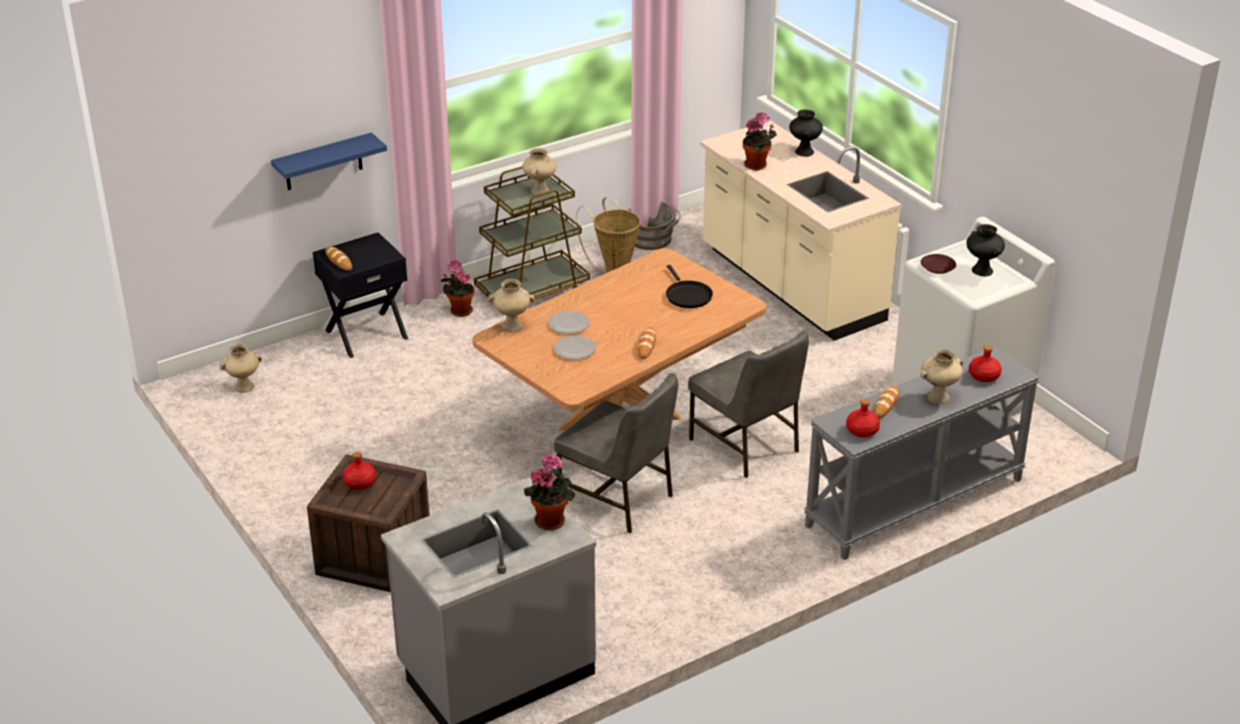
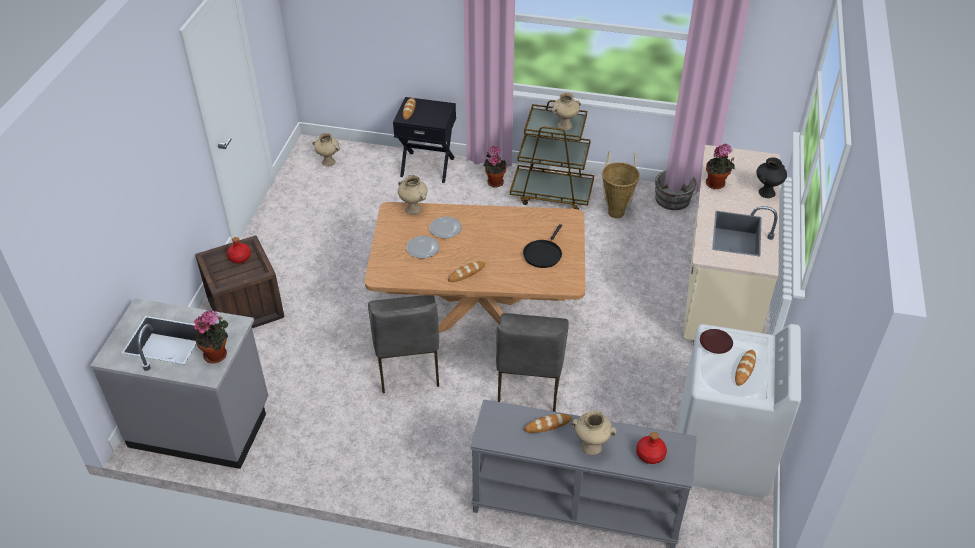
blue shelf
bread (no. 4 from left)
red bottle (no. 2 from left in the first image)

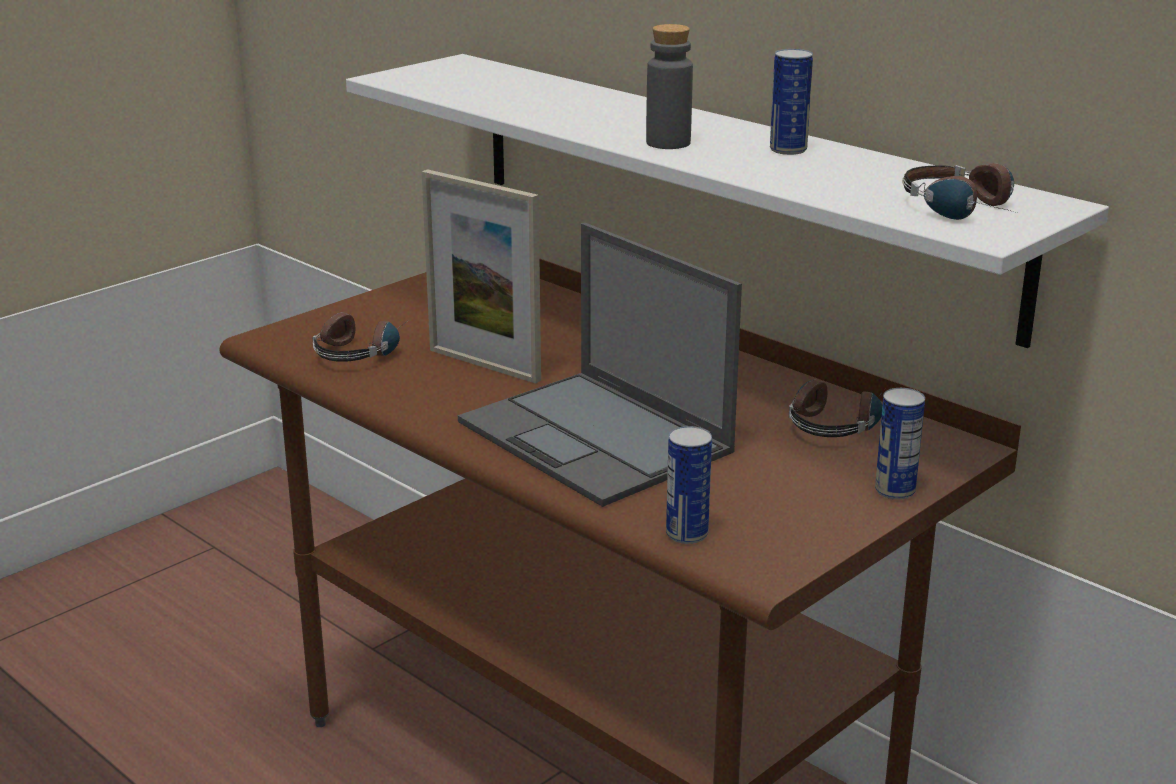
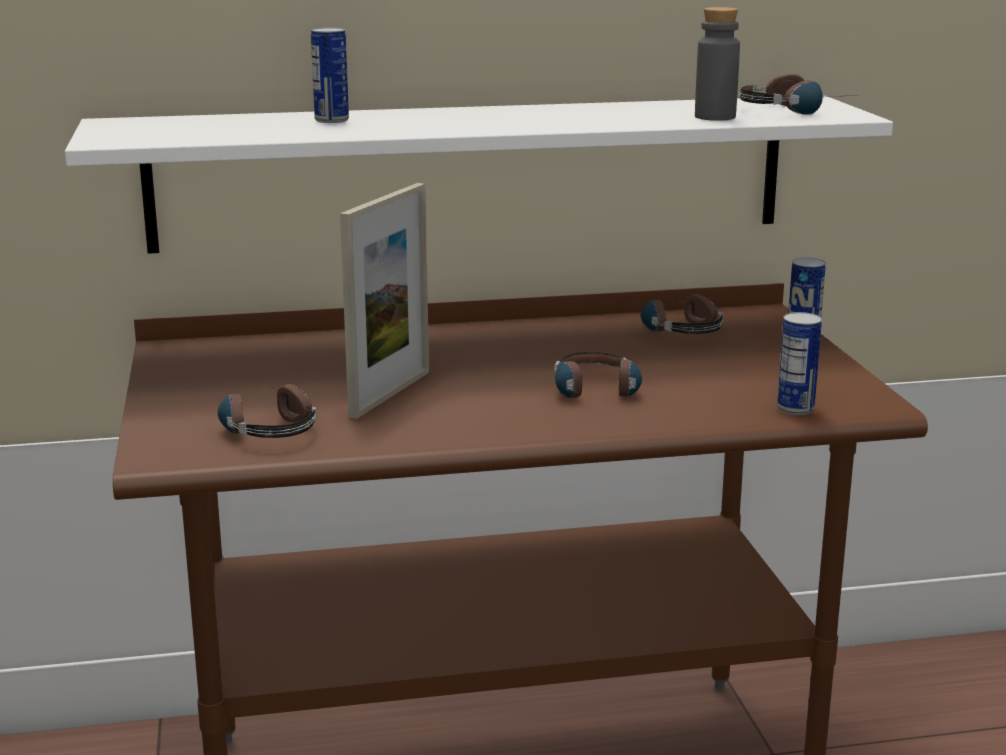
grey bottle
can (no. 1 from left)
picture frame
headphones (no. 2 from left)

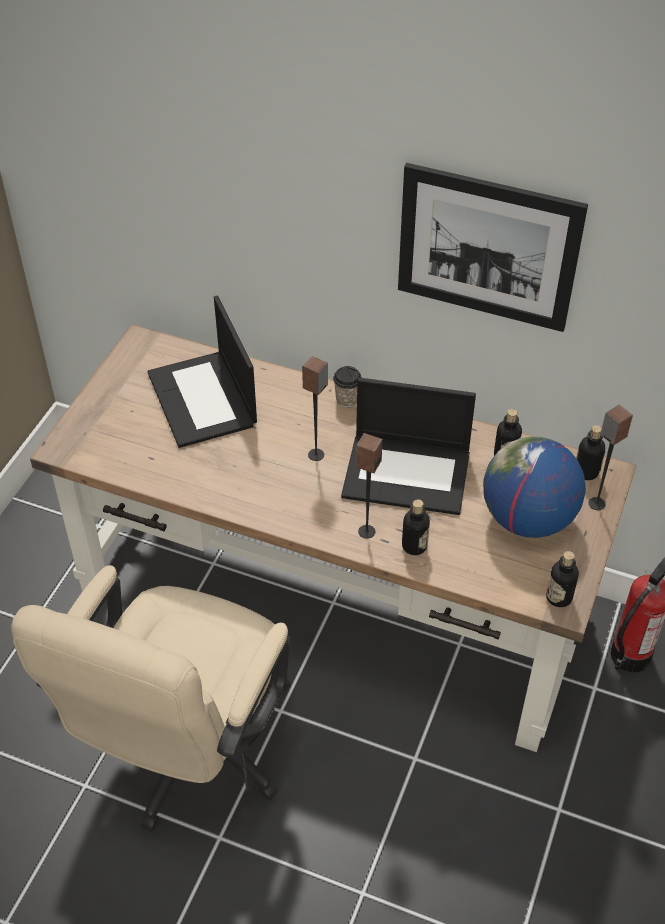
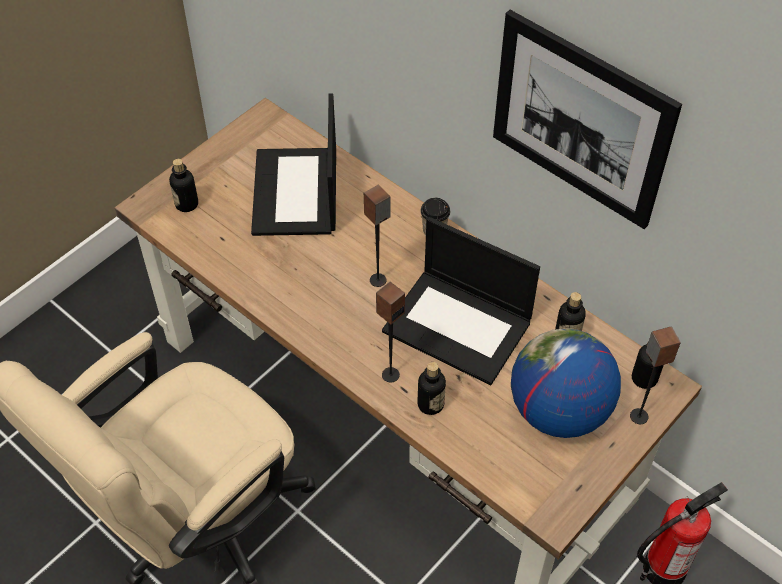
bottle (no. 1 from left)

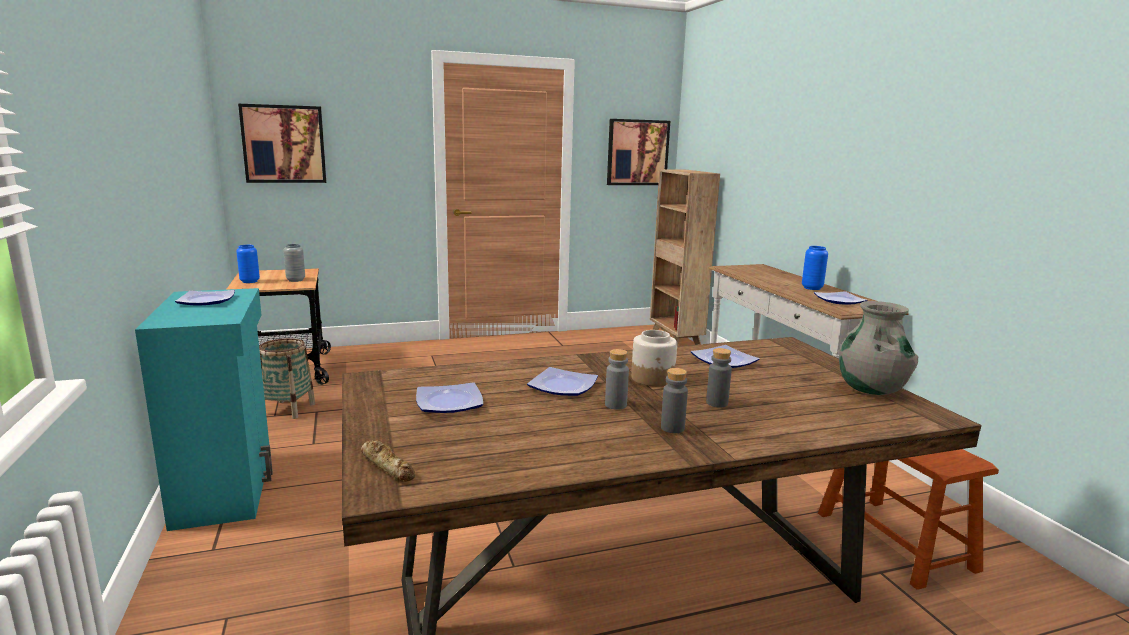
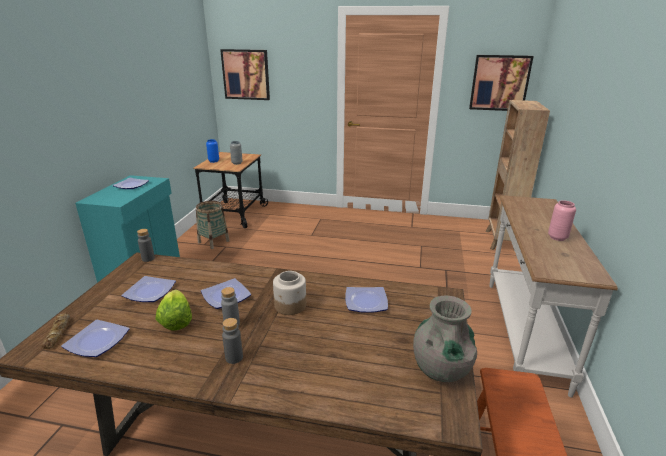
pink vase
plate (no. 1 from left)
grey bottle (no. 1 from left)
lettuce

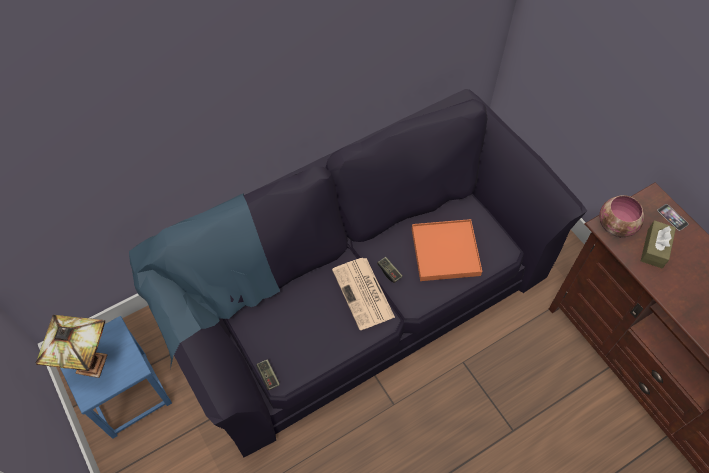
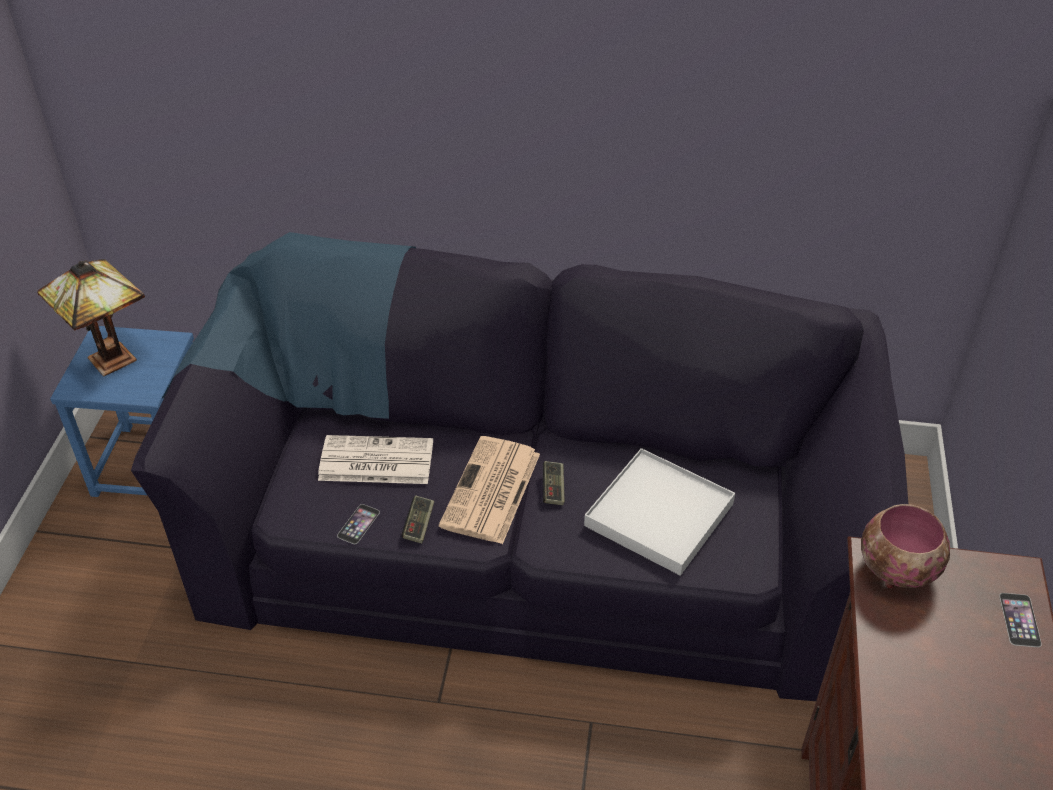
white tray
brown tissue box
game controller (no. 1 from left)
newspaper (no. 1 from left)
phone (no. 1 from left)

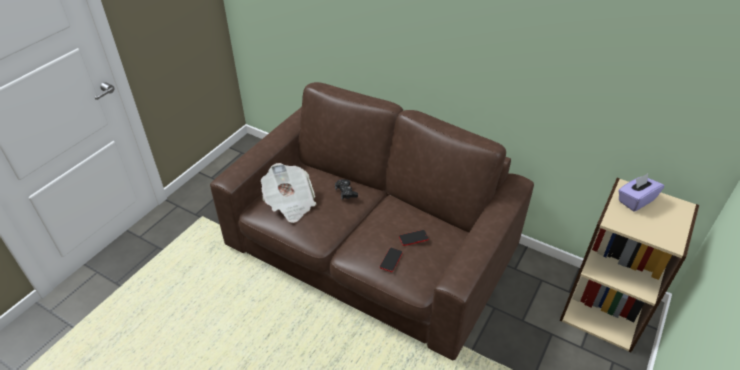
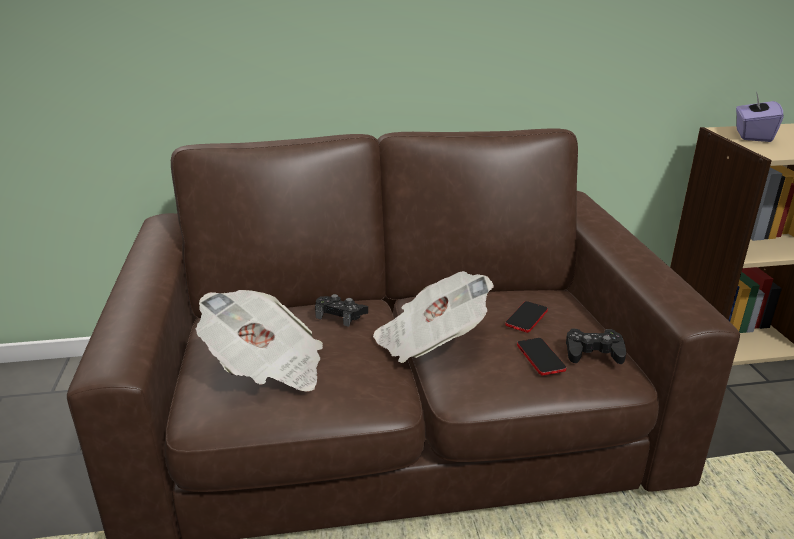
newspaper (no. 2 from left)
black game controller (no. 2 from left)

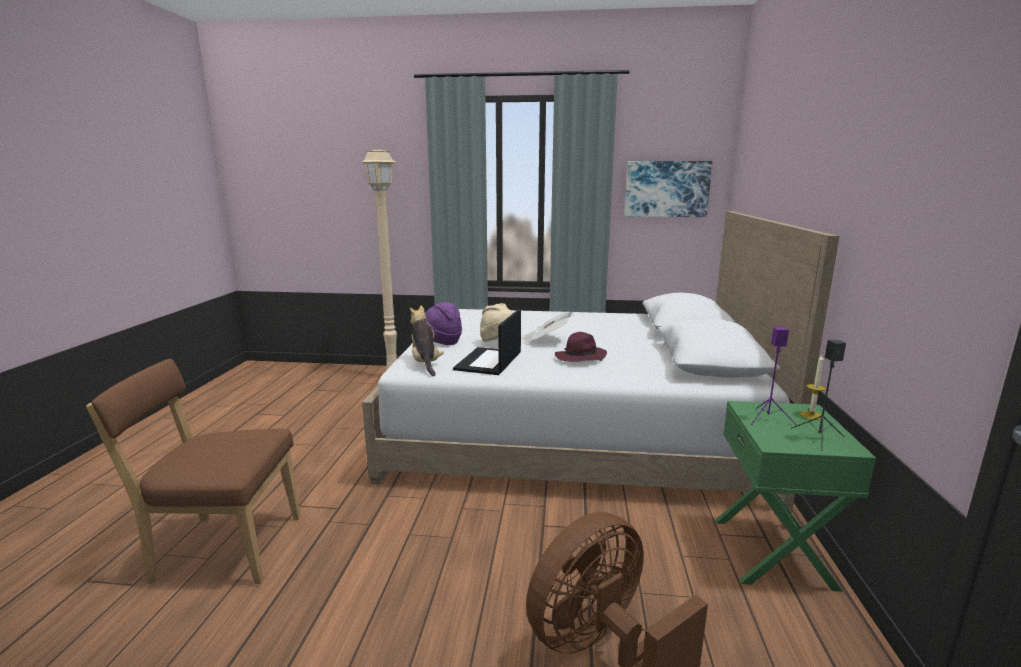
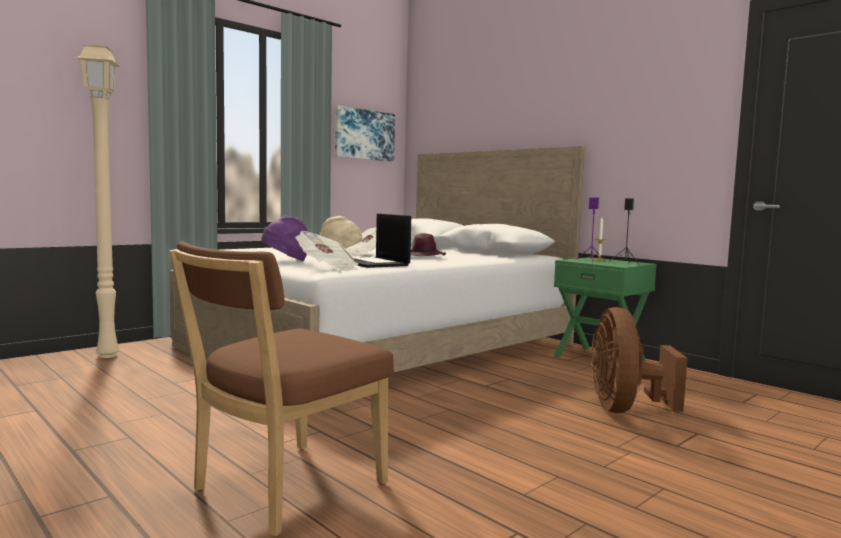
newspaper (no. 1 from left)

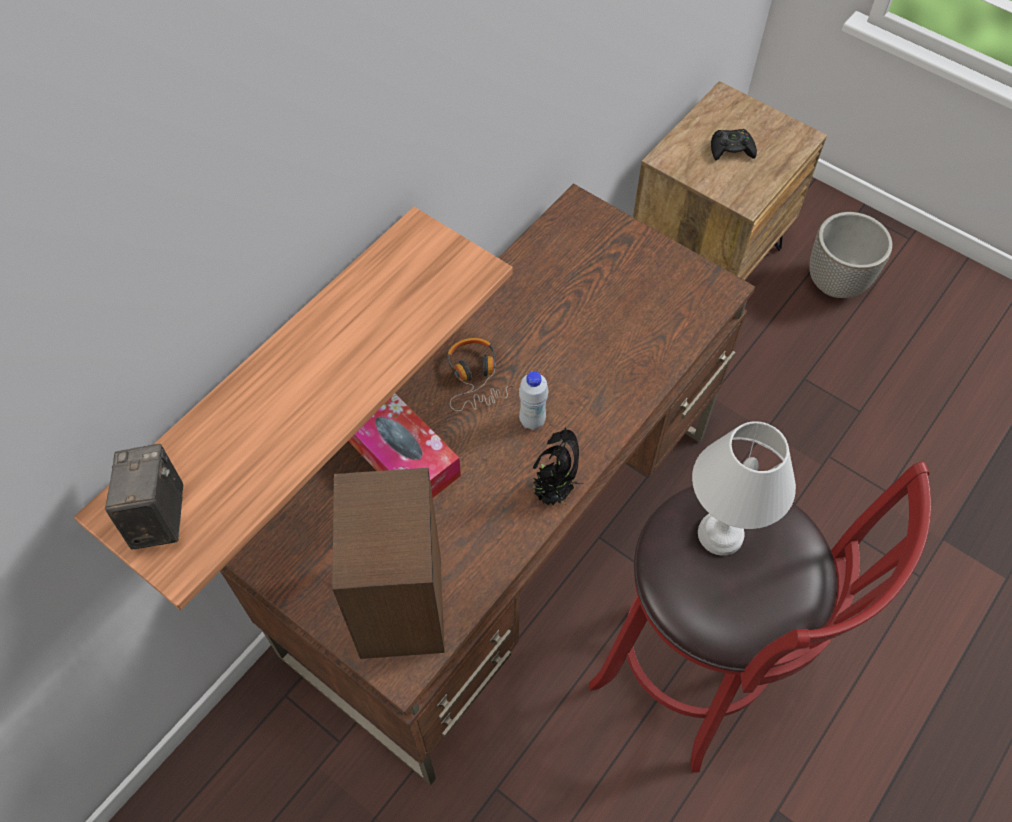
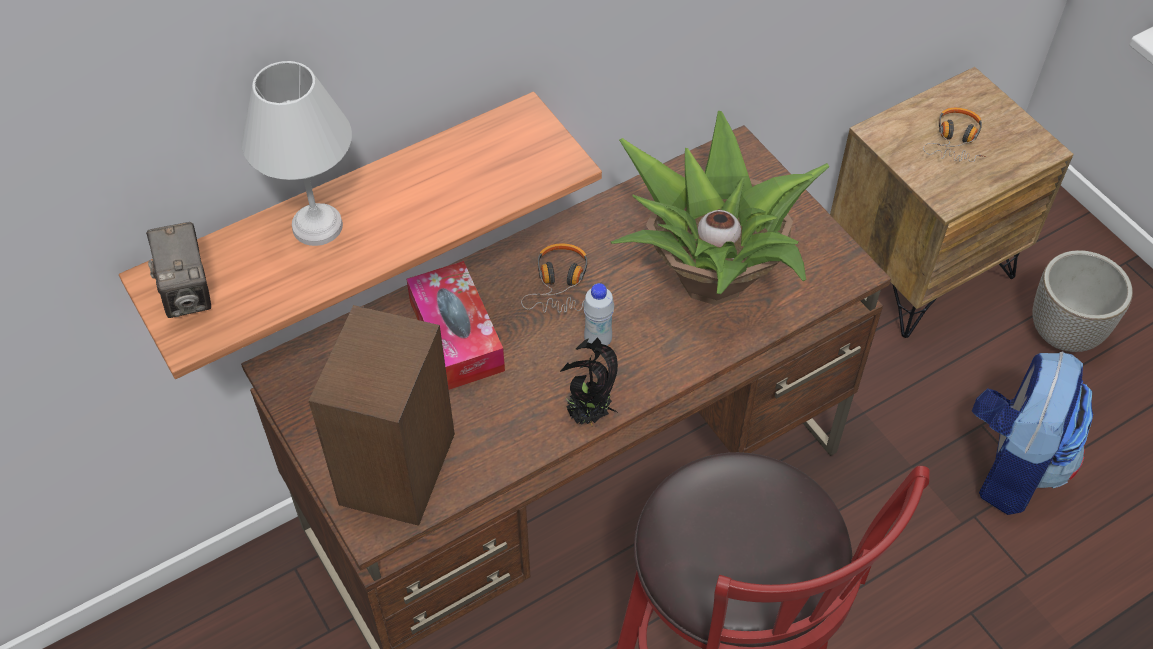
headphones (no. 2 from left)
white table lamp
photo camera
potted plant (no. 2 from left)
backpack

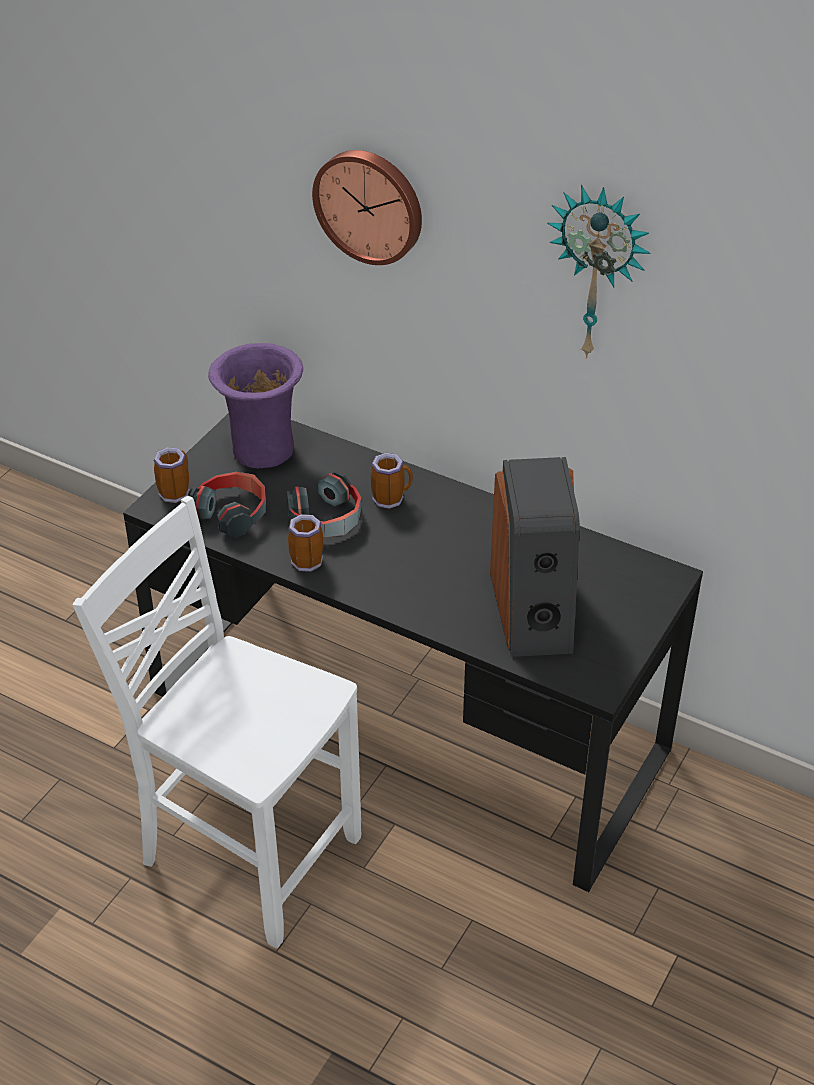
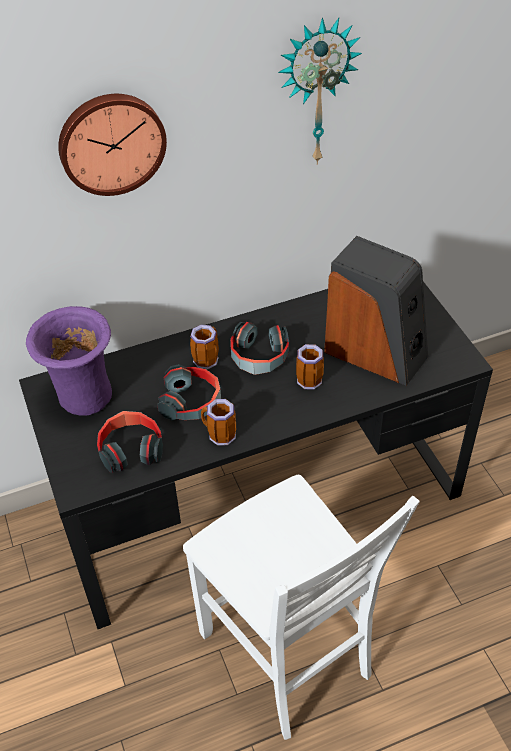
mug (no. 3 from left)
white chair
headphones (no. 3 from left)

